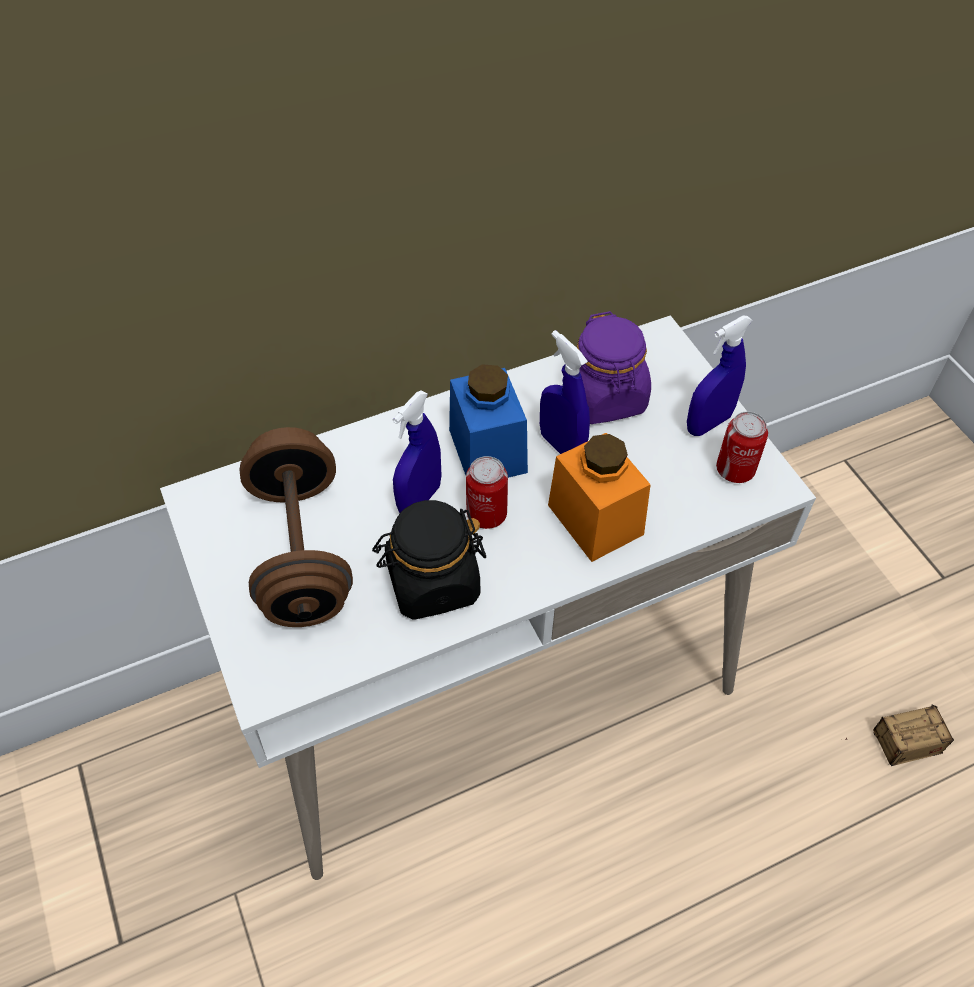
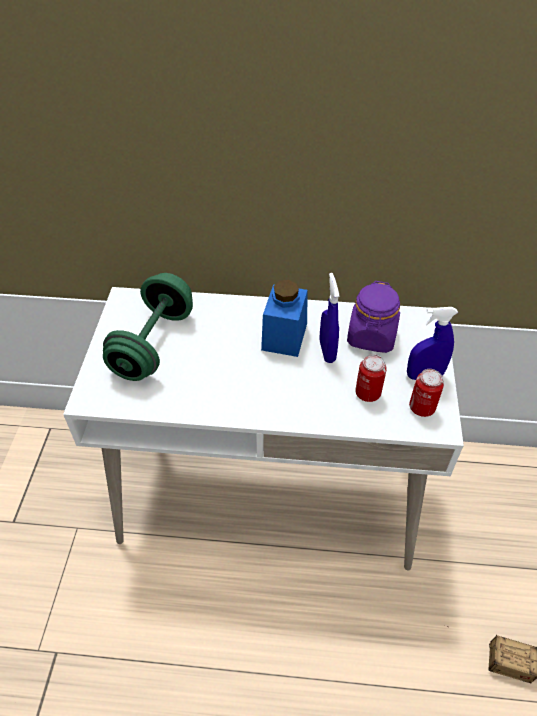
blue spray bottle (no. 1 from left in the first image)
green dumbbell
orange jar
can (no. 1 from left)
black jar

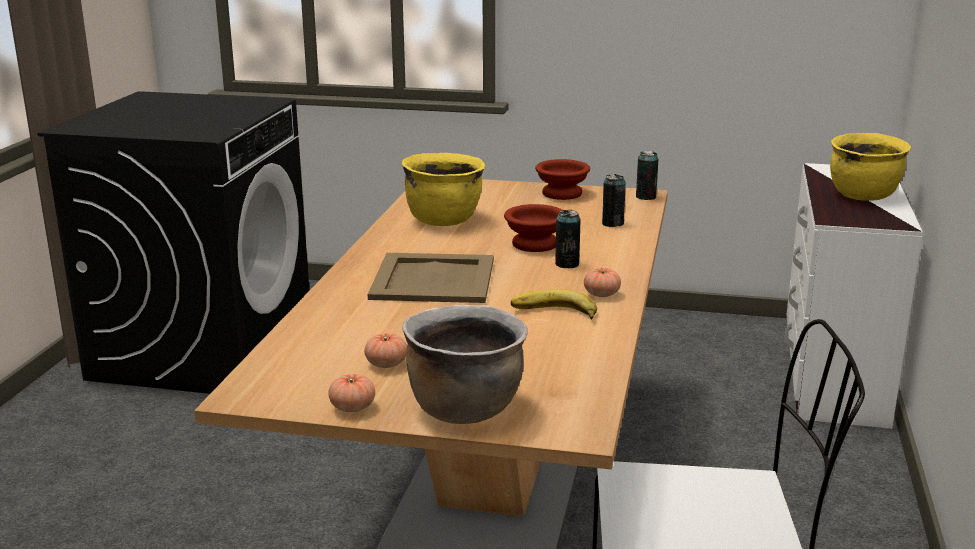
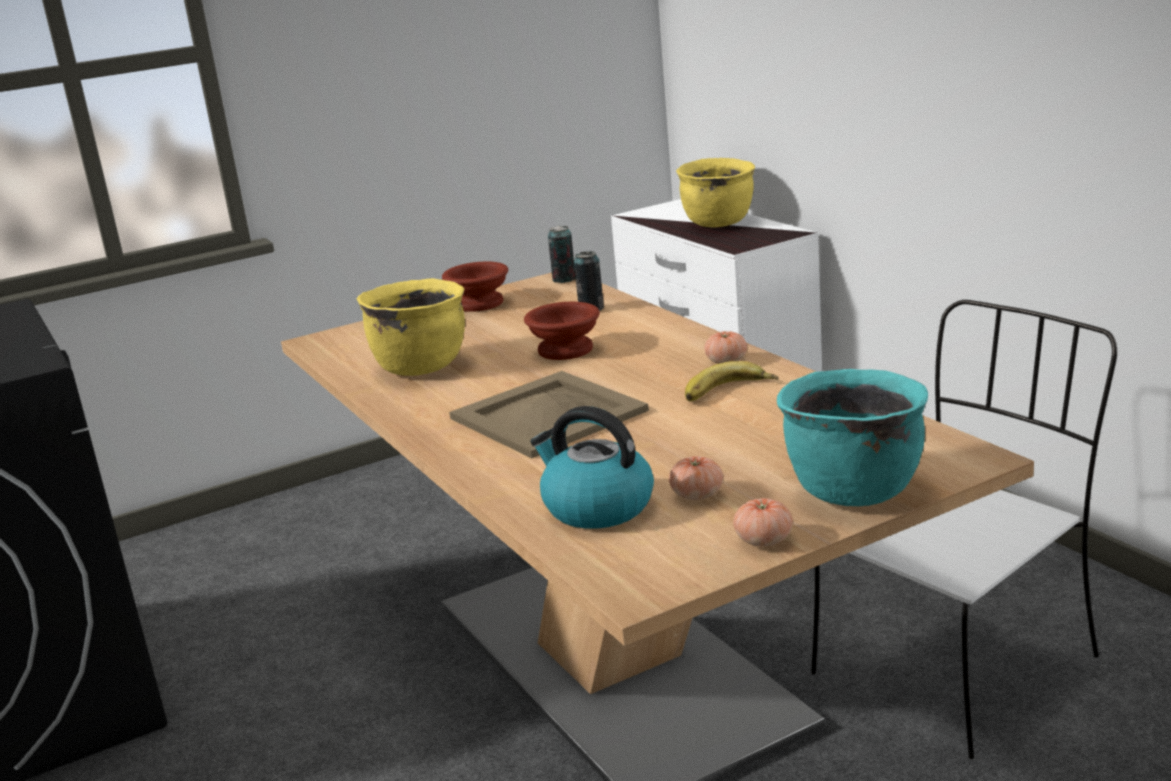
can (no. 1 from left in the first image)
turquoise cooking pot
kettle

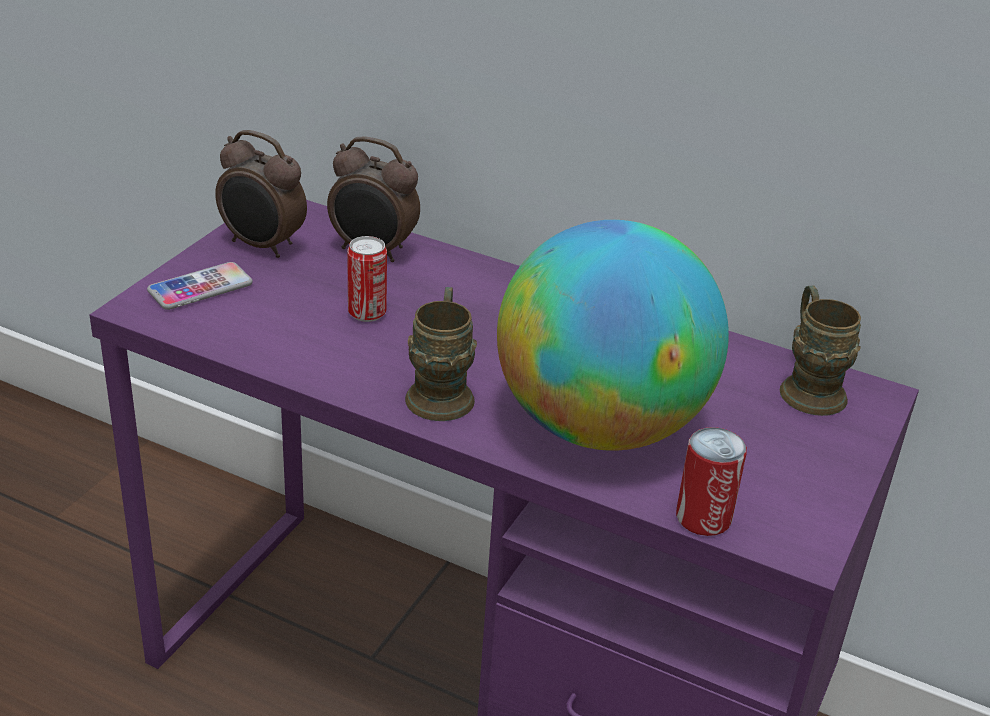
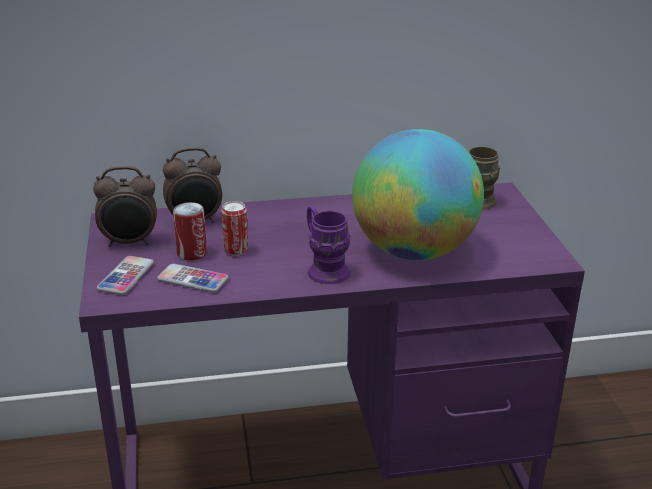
purple mug
can (no. 1 from left)
phone (no. 2 from left)

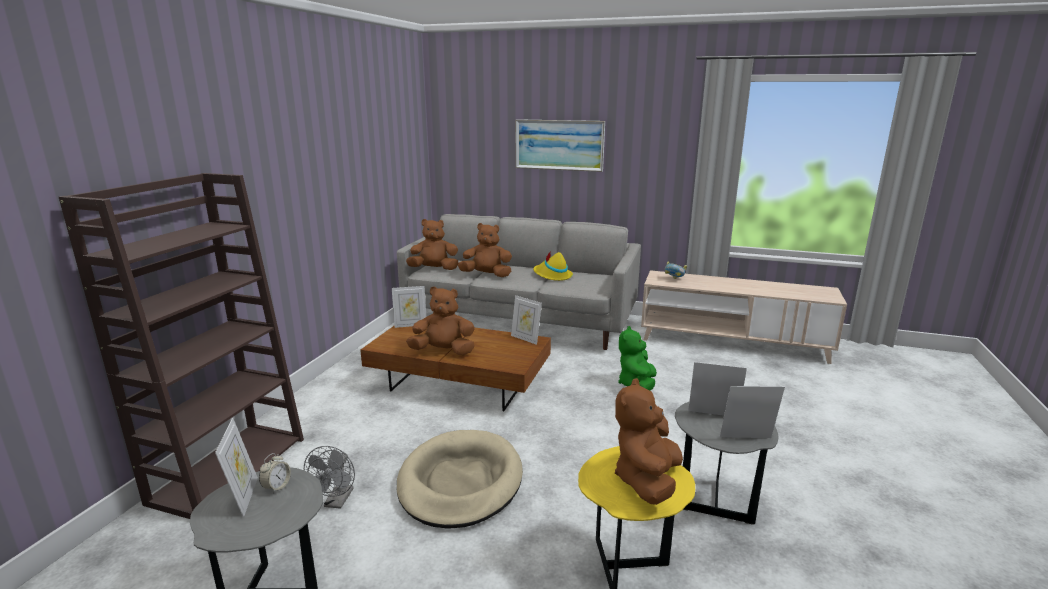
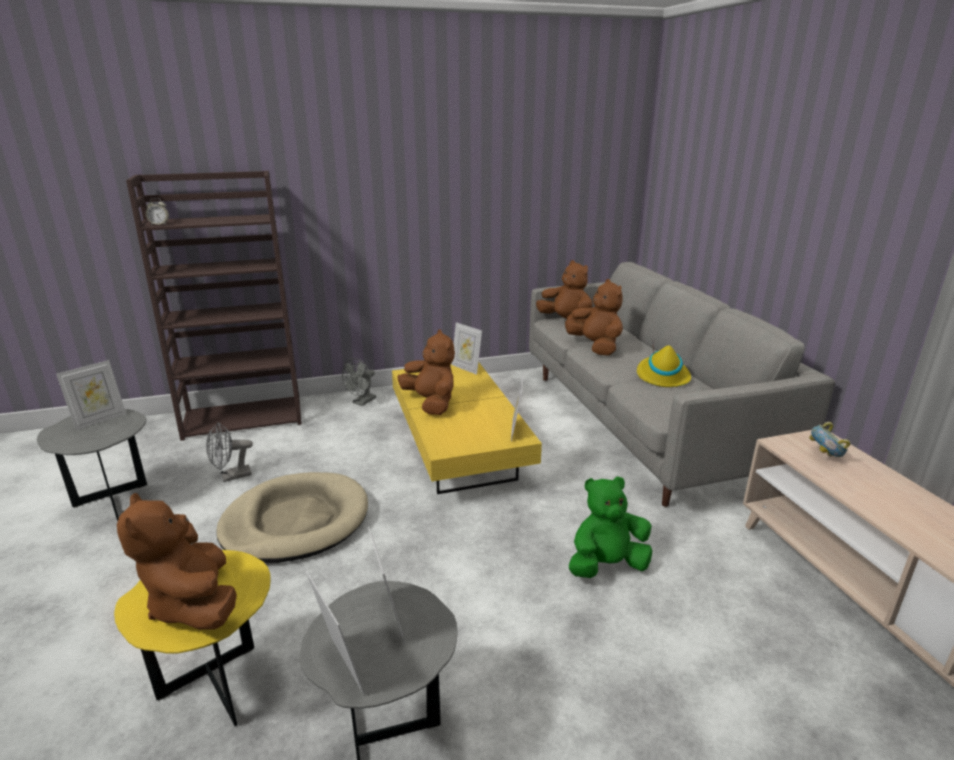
picture
yellow coffee table
brown plush toy (no. 1 from left)
alarm clock
grey fan (no. 2 from left)

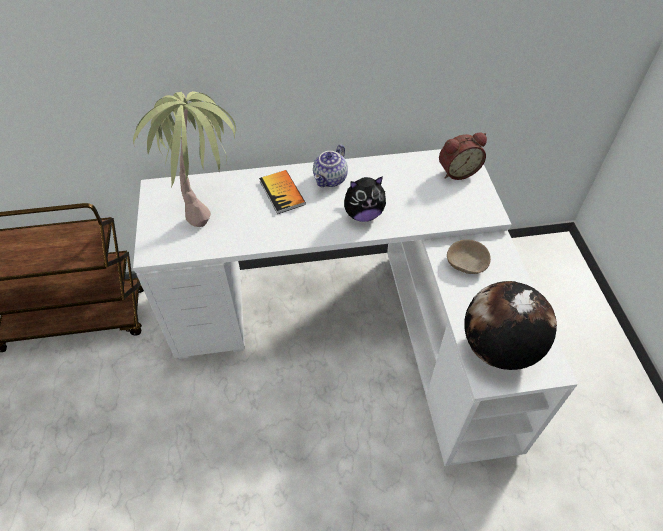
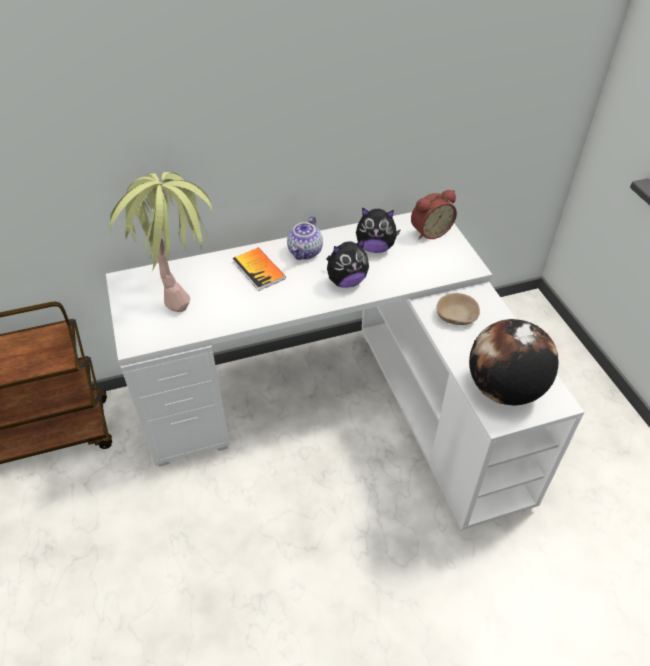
plush toy (no. 2 from left)

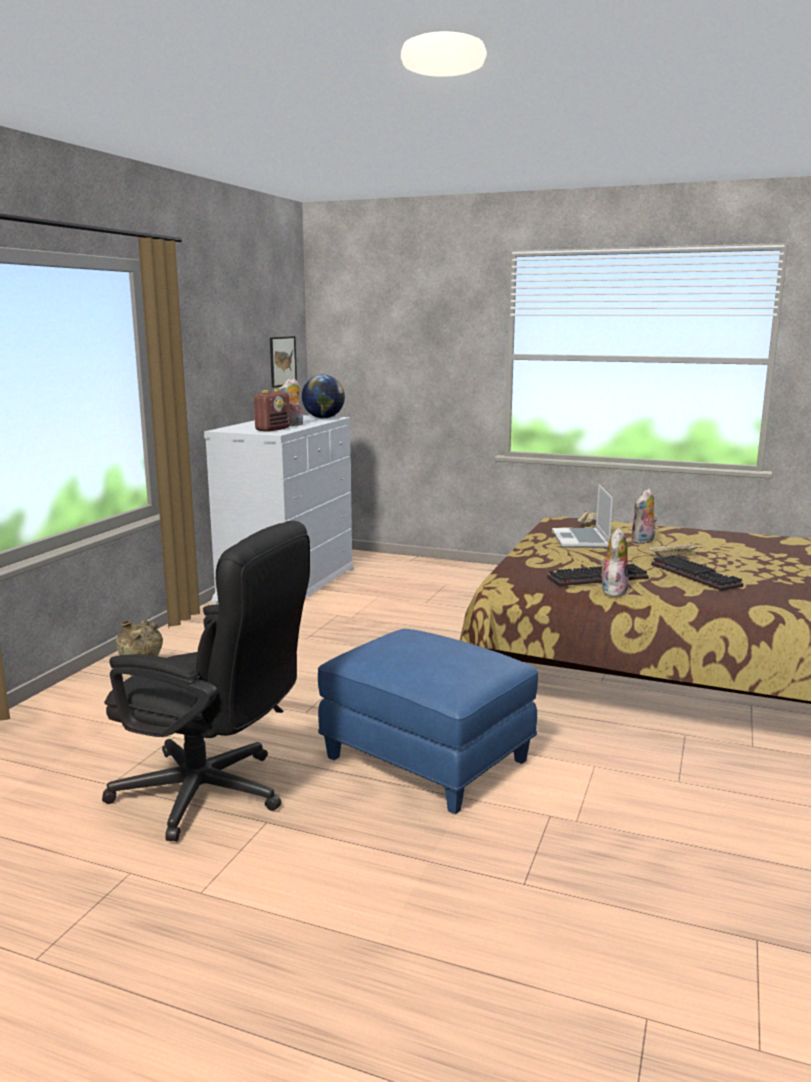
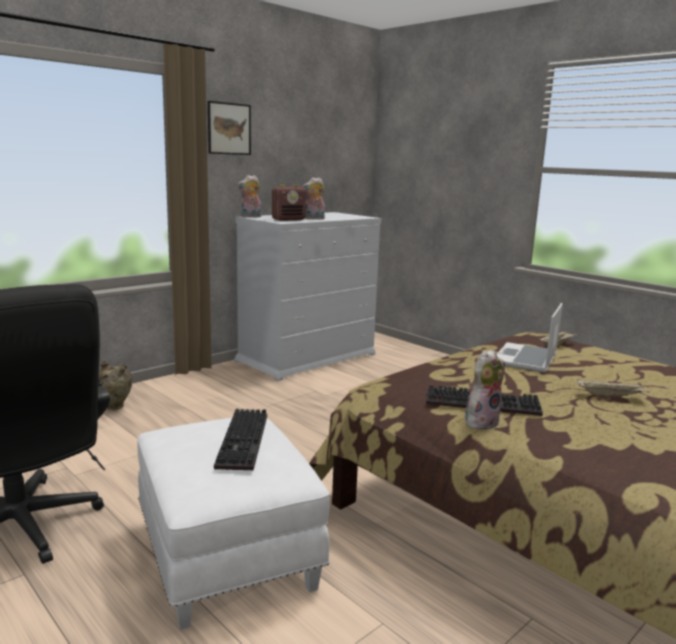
picture
globe
plush toy (no. 1 from left)
keyboard (no. 1 from left)
white ottoman

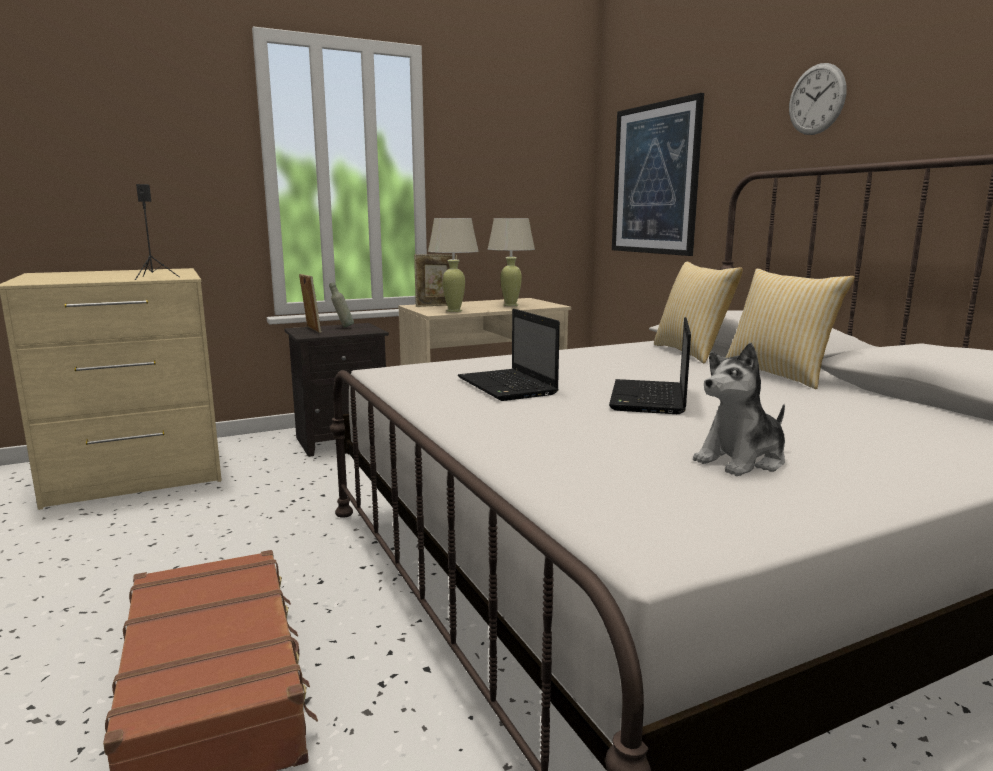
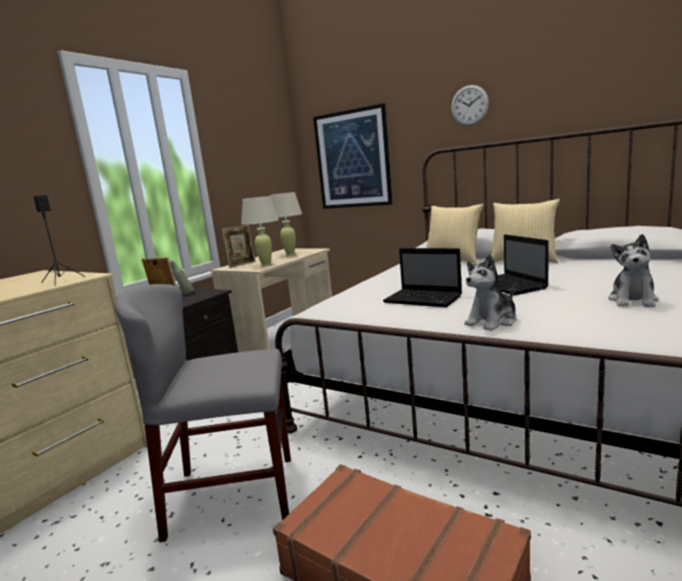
plush toy (no. 1 from left)
grey chair

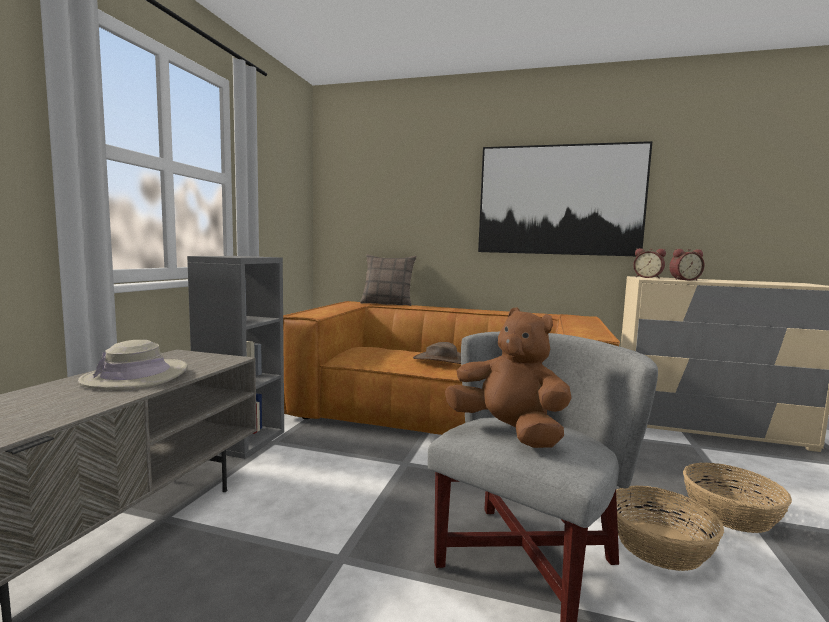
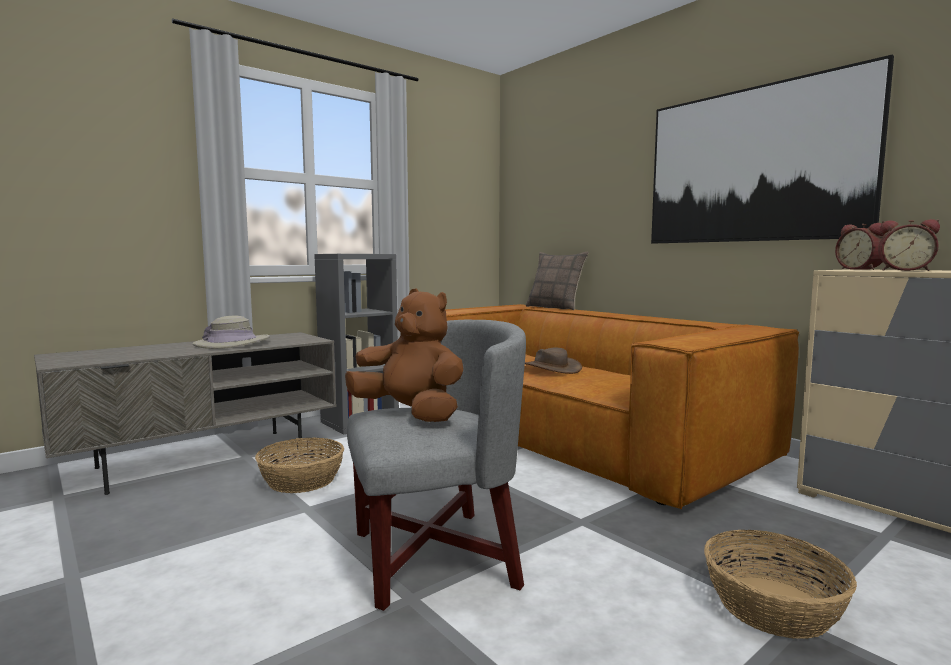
brown plush toy
basket (no. 1 from left)

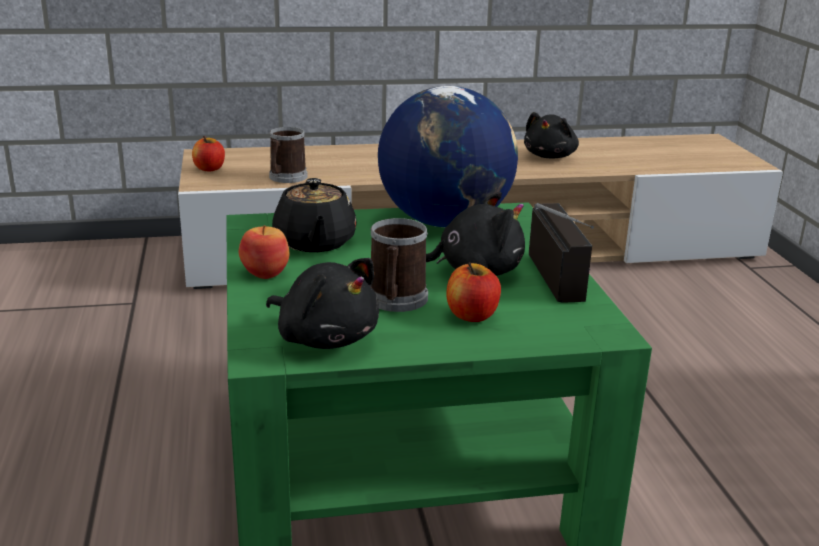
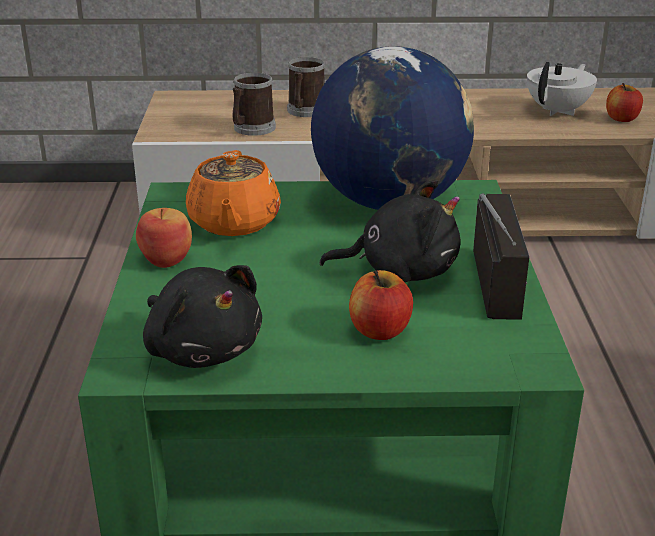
white teapot
apple (no. 3 from left)
orange teapot
mug (no. 2 from left)

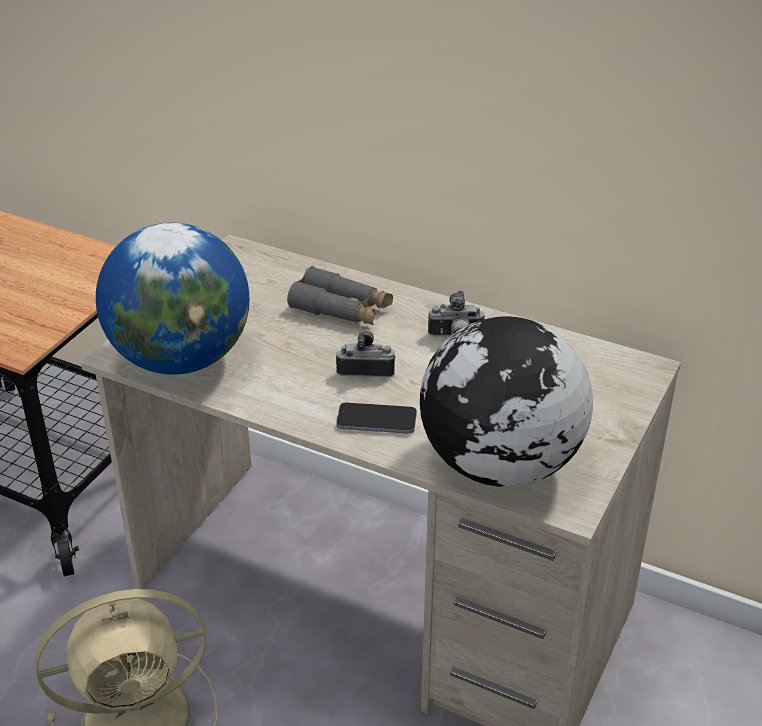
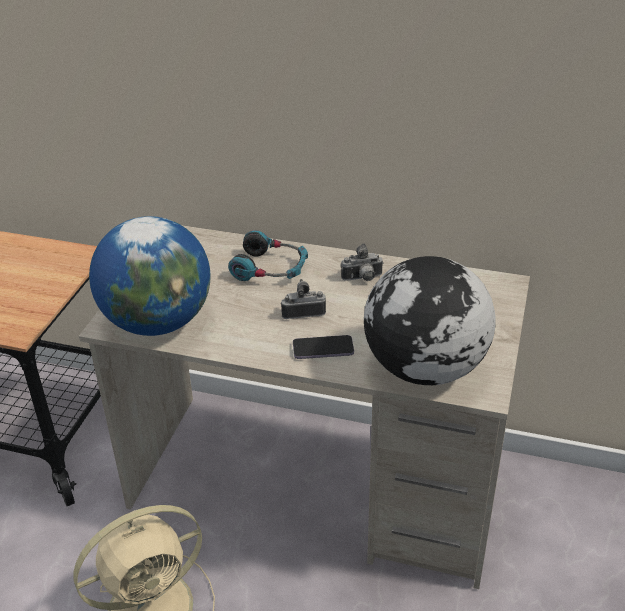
headphones

